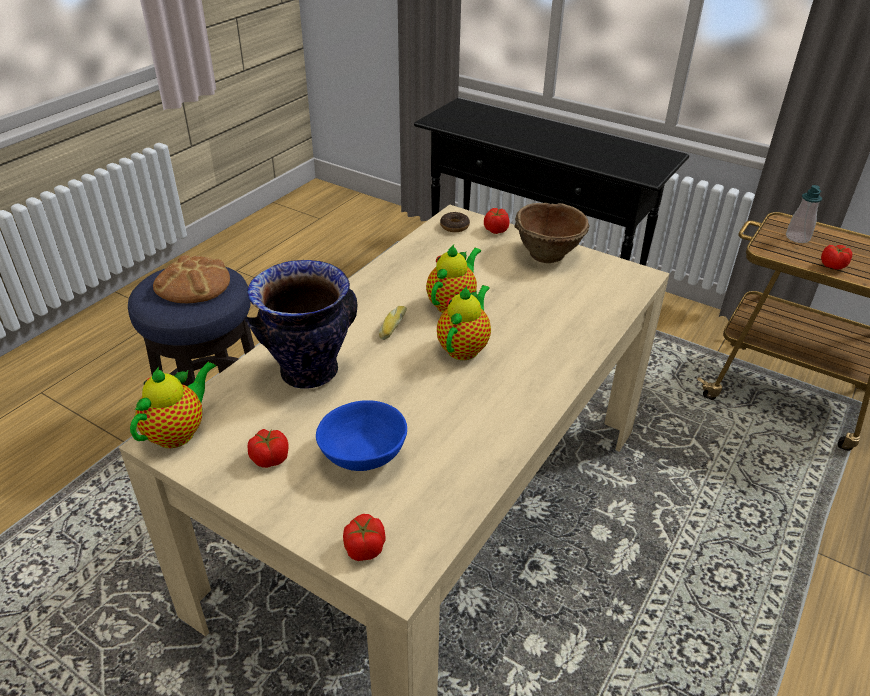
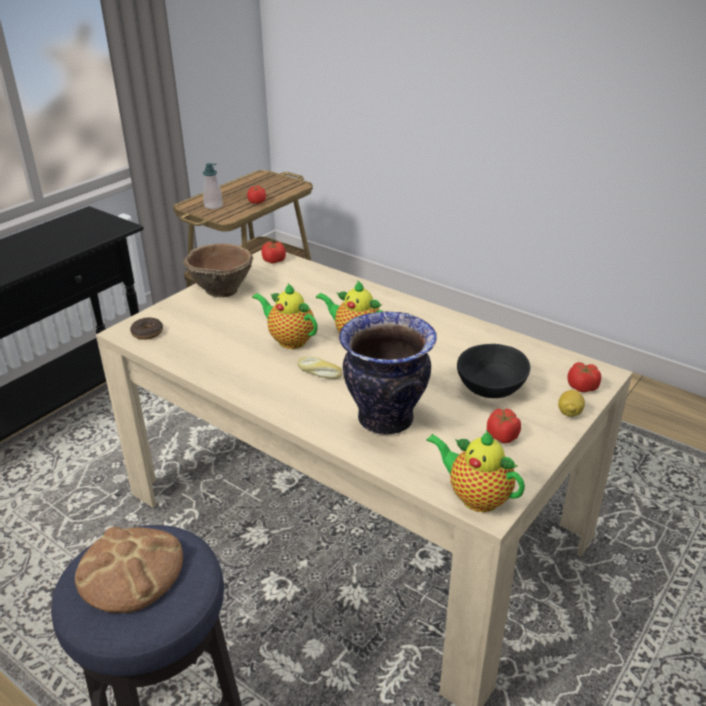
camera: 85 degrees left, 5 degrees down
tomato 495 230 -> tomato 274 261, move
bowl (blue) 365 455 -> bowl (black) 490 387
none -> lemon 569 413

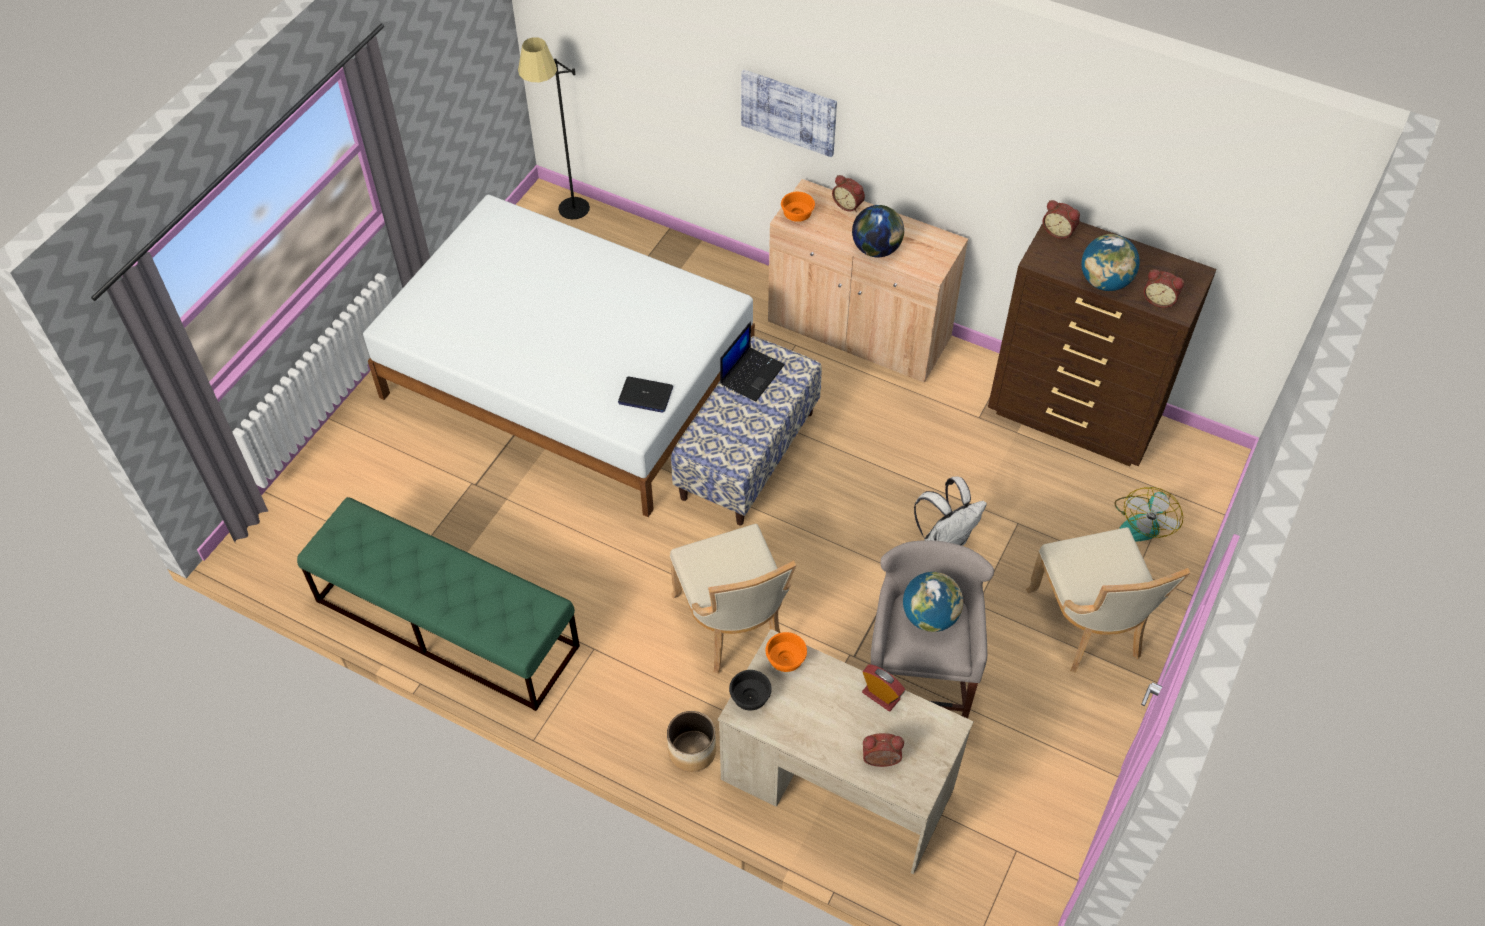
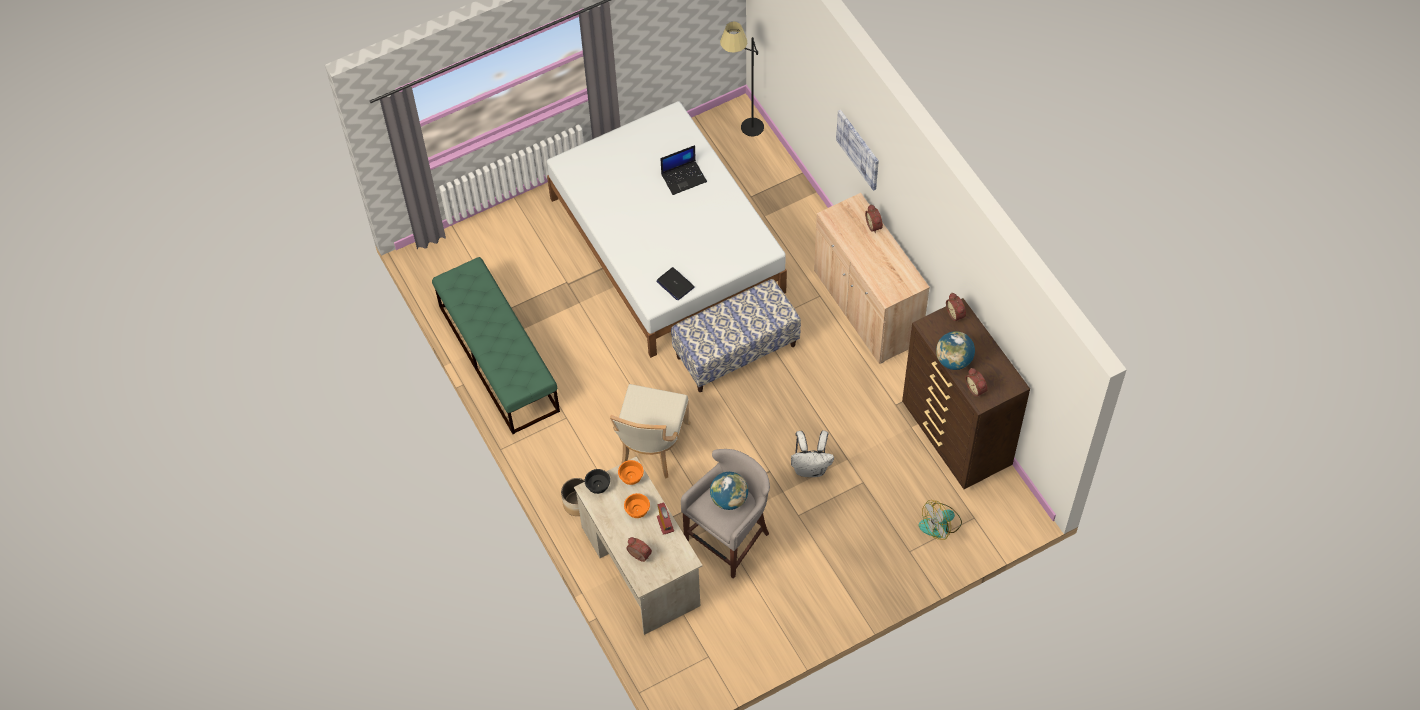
camera: 35 degrees right, 5 degrees up
bowl (orange) 796 214 -> bowl (orange) 637 509, move
laptop 752 374 -> laptop 684 177, move
globe 876 249 -> none
chair (beige) 1089 626 -> none

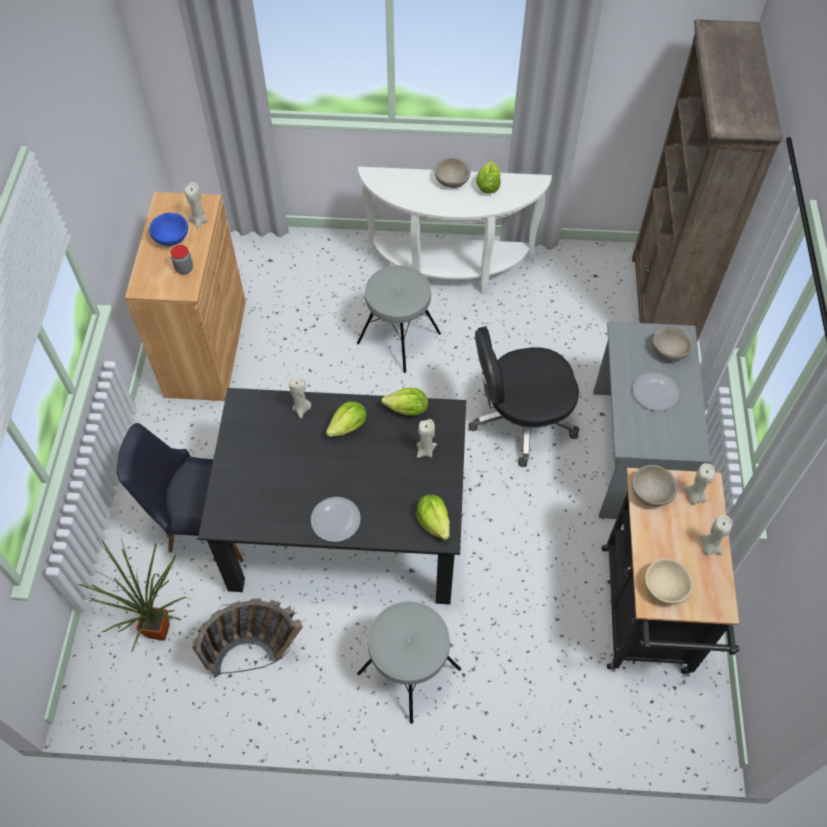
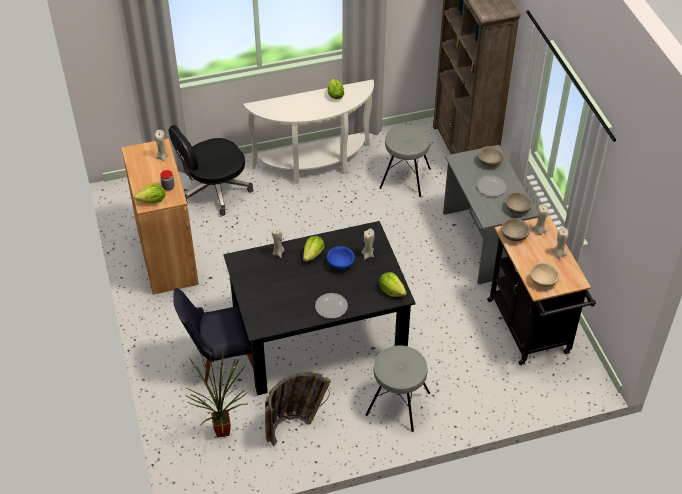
camera: 20 degrees left, 10 degrees down
lettuce 407 410 -> lettuce 152 201, move
office chair (black) 520 420 -> office chair (black) 214 191, move
bowl (blue) 172 238 -> bowl (blue) 340 264, move
stool (grey) 398 337 -> stool (grey) 405 178, move
bowl (beige) 451 181 -> bowl (beige) 517 209, move

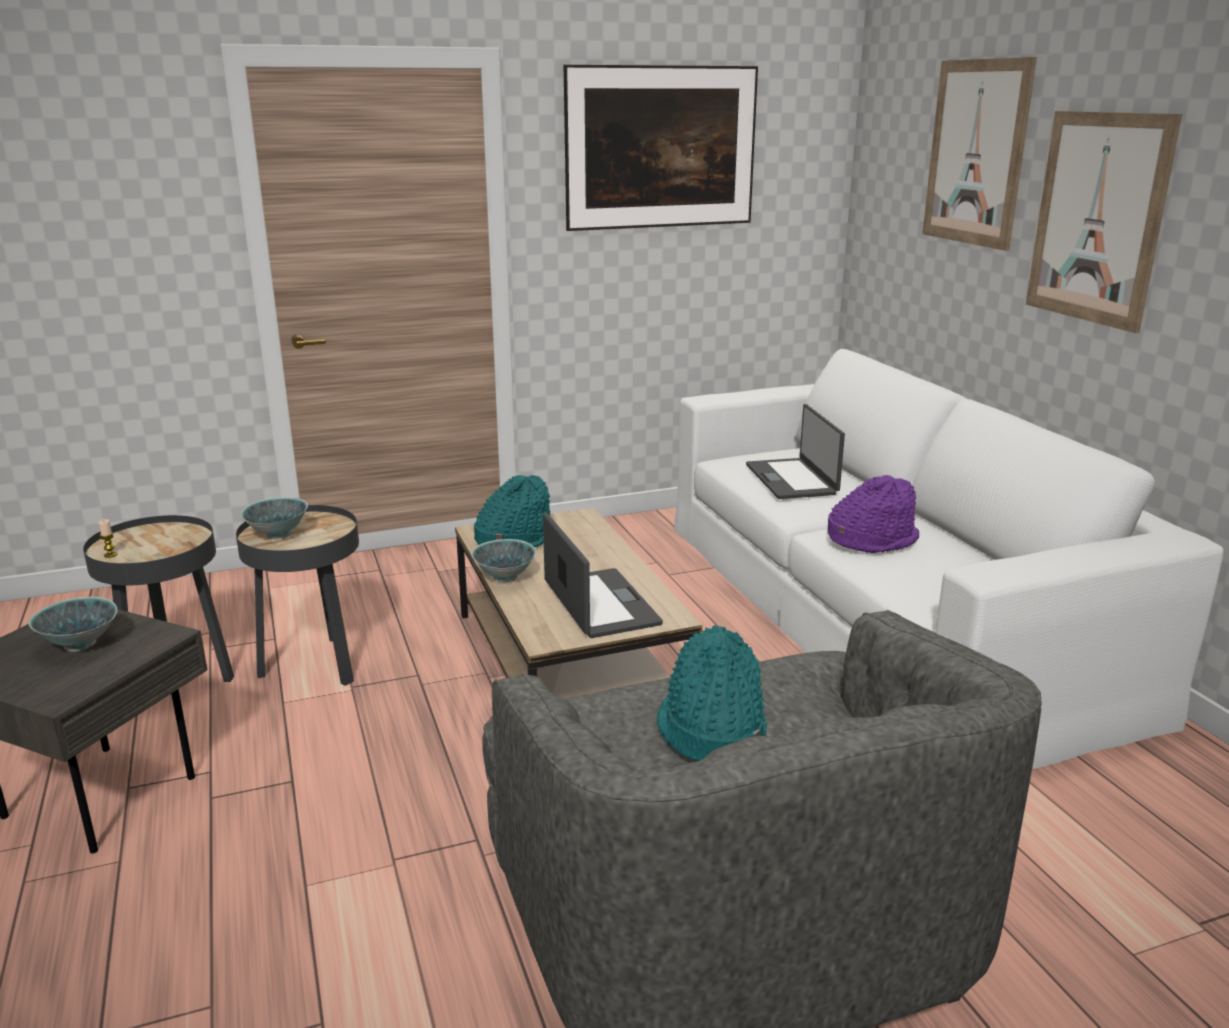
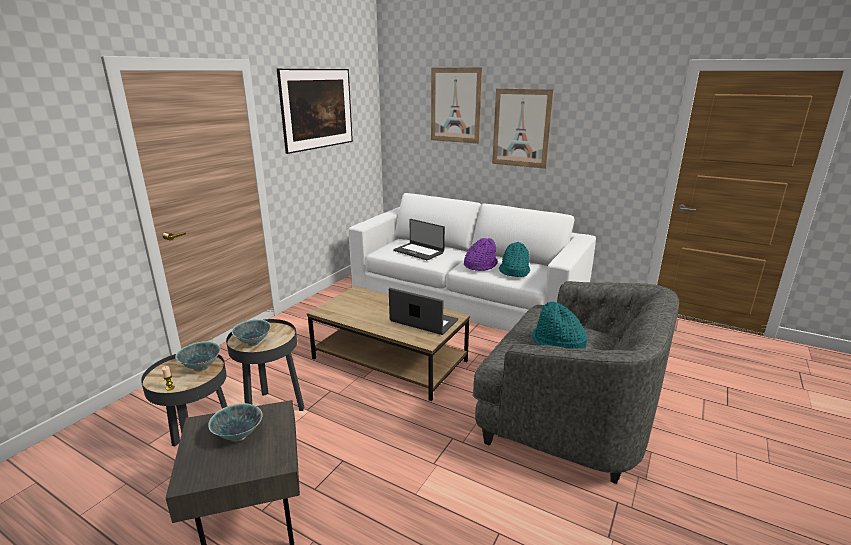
camera: 40 degrees left, 0 degrees up
bowl 504 577 -> bowl 201 367, move
hat (turquoise) 515 539 -> hat (turquoise) 514 271, move

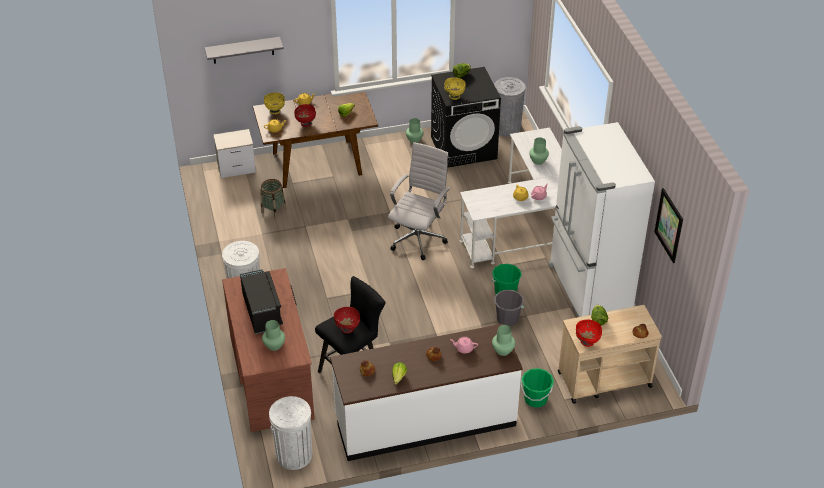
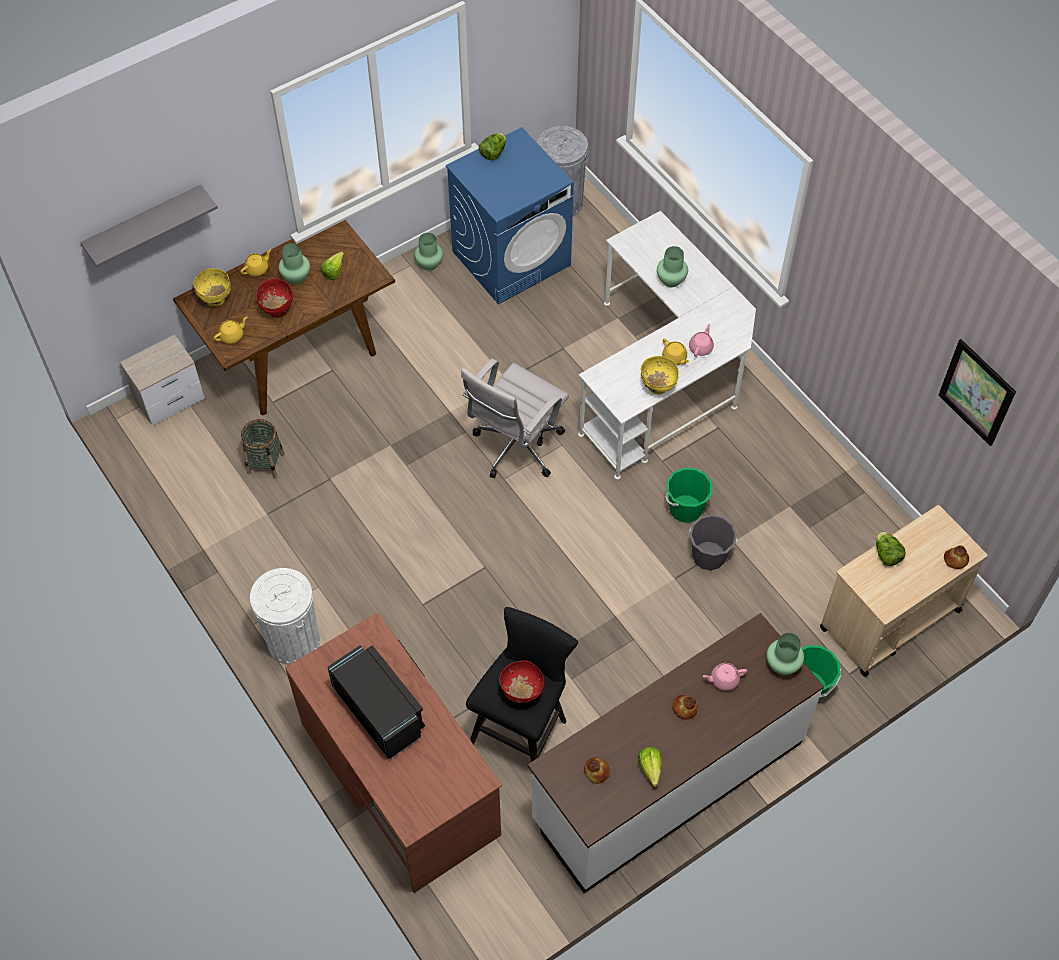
camera: 20 degrees left, 15 degrees up
vase (green) 274 345 -> vase (green) 295 277, move
washing machine (black) 464 148 -> washing machine (blue) 512 258
office chair (white) 419 238 -> office chair (white) 515 448, 150 degrees counterclockwise
bowl (yellow) 454 96 -> bowl (yellow) 657 387, move
trash can (white) 294 455 -> none
fridge (white) 587 289 -> none
bowl (red) 587 342 -> none

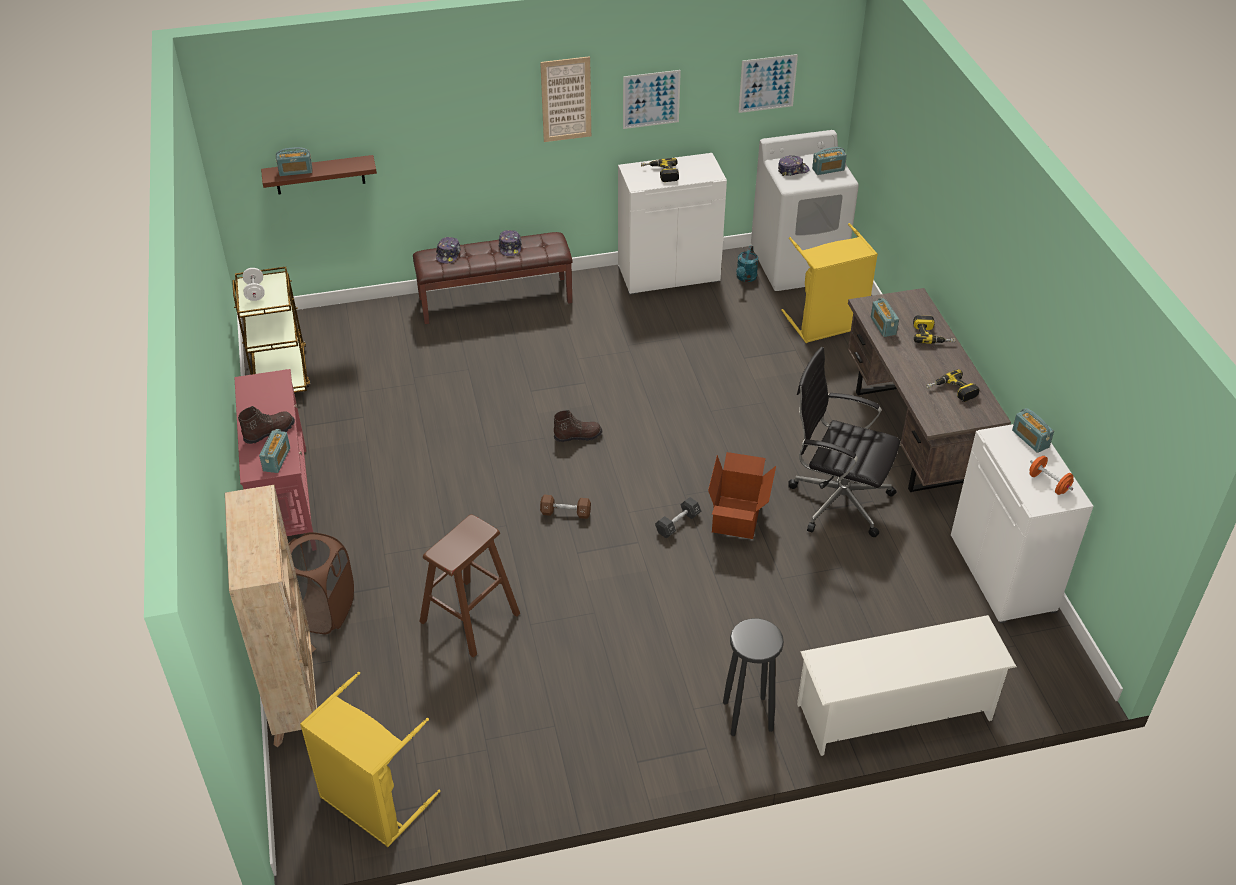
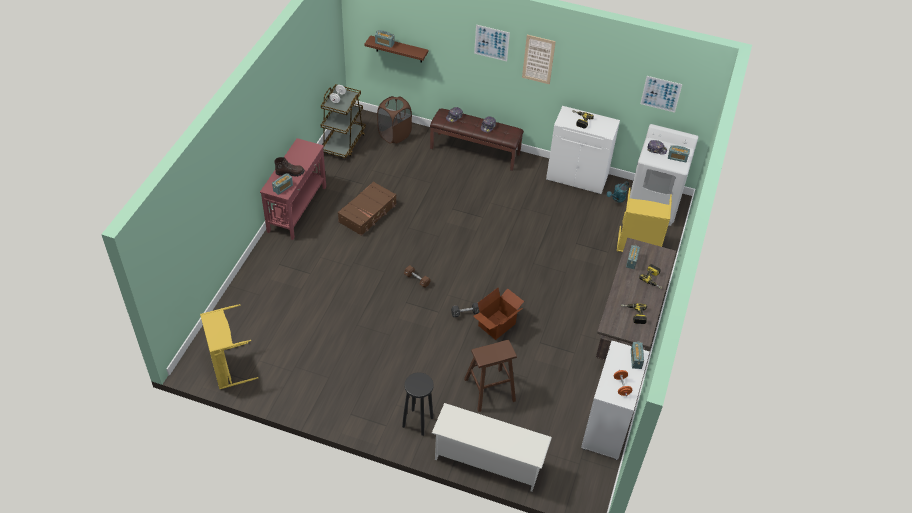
camera: 30 degrees right, 5 degrees up
none -> suitcase (brown) 368 213
laundry basket (brown) 323 612 -> laundry basket (brown) 394 135, move
stool (brown) 469 618 -> stool (brown) 489 390, move
picture 651 99 -> picture 491 43, move
bookcase (beige) 295 694 -> none
boot (brown) 577 436 -> none
office chair (black) 837 500 -> none

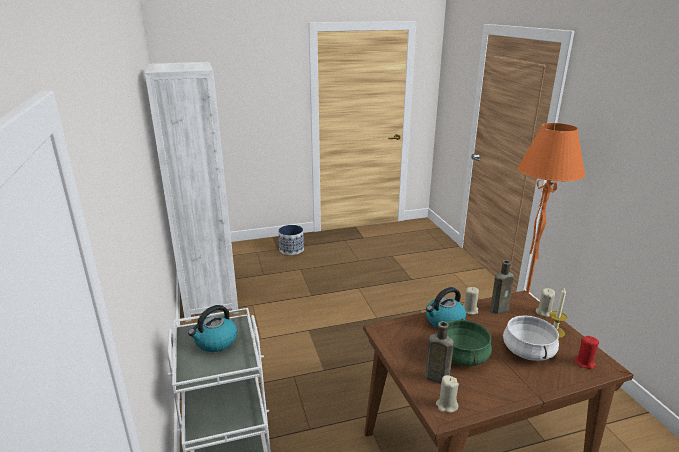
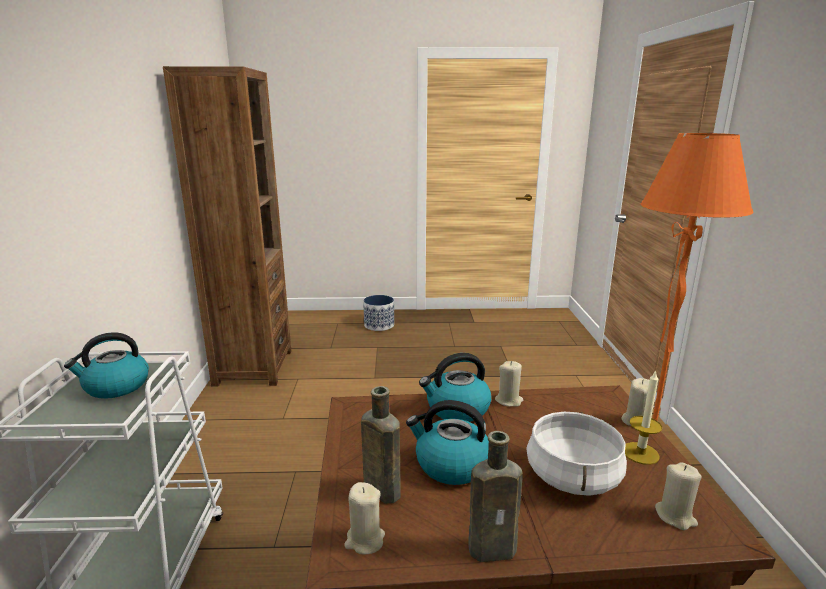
camera: 15 degrees right, 5 degrees down
bookcase (white) 210 301 -> bookcase (brown) 253 367
cooking pot (green) 463 356 -> kettle 451 465
bottle (brown) 500 309 -> bottle (brown) 495 549, move
candle (red) 584 363 -> candle (beige) 675 516

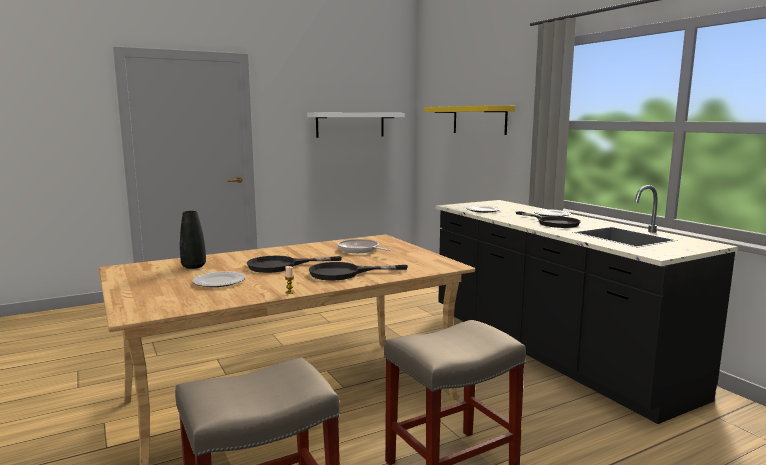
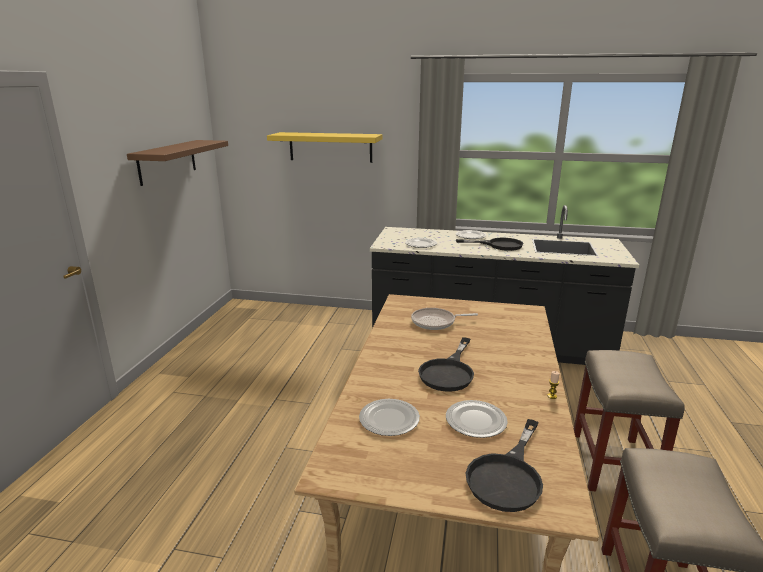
camera: 50 degrees left, 10 degrees up
shelf (white) 350 125 -> shelf (brown) 167 161
vase (black) 193 266 -> plate 390 419
frying pan (black) 344 273 -> frying pan (black) 508 476, move

